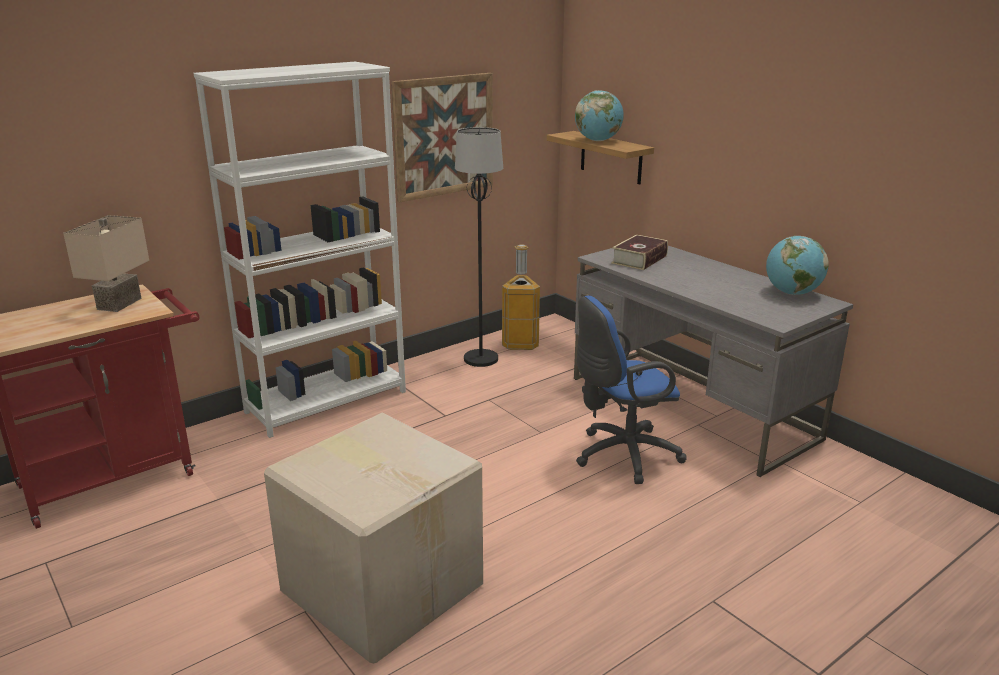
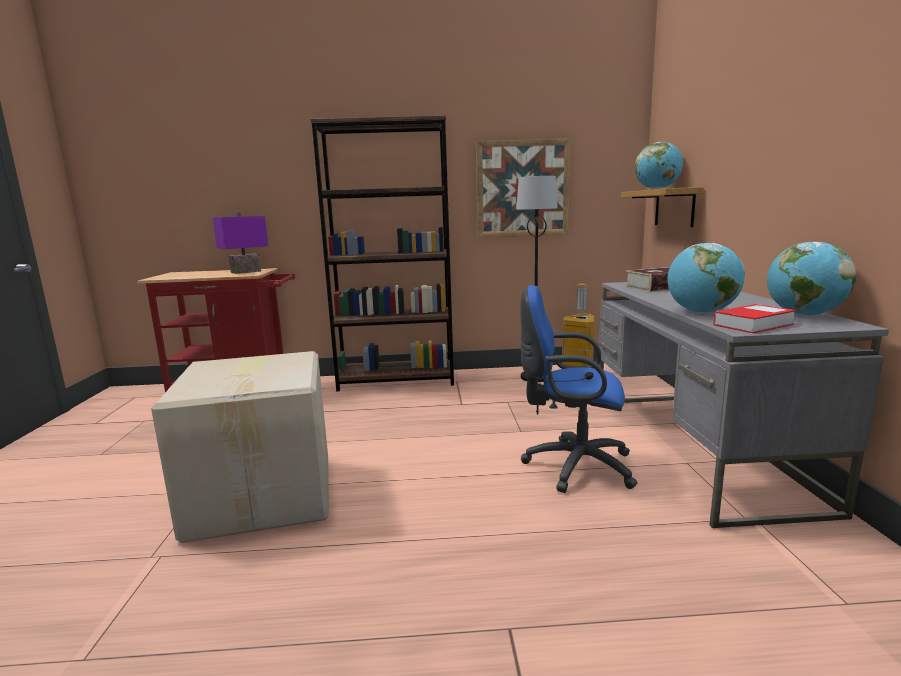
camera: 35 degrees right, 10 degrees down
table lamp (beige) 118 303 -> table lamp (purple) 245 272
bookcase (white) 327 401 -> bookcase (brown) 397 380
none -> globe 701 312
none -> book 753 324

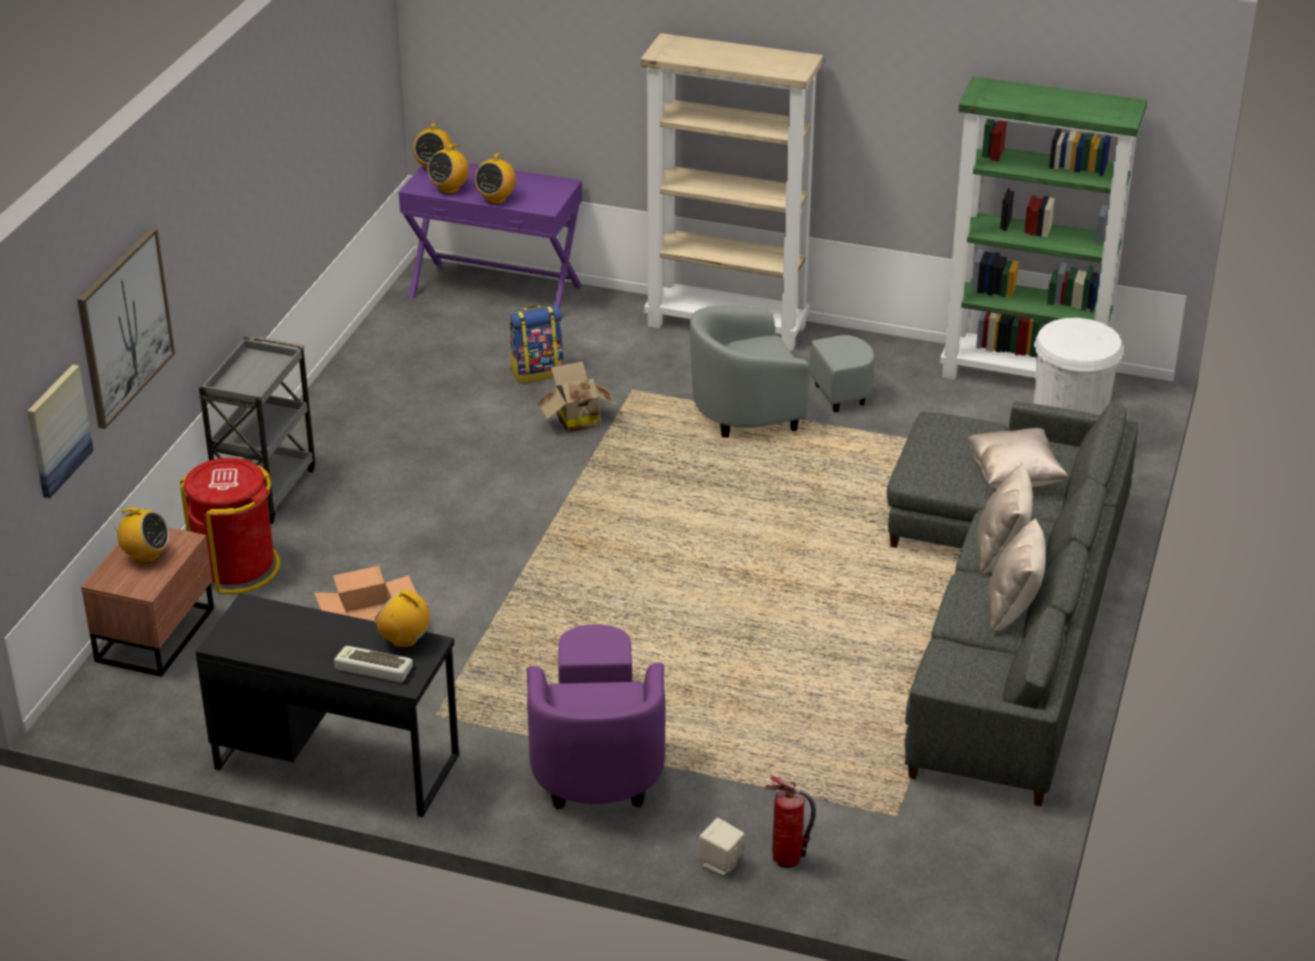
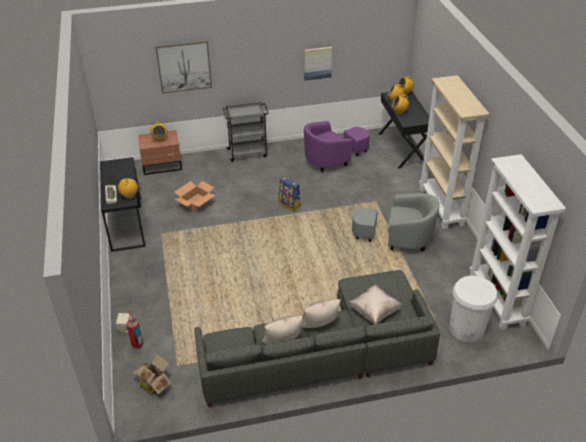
camera: 60 degrees right, 5 degrees up
cardboard box 575 420 -> cardboard box 154 384, move
backpack 537 372 -> backpack 290 204, move
picture 58 430 -> picture 317 63, move
armchair (purple) 596 757 -> armchair (purple) 332 158, move
armchair (grey) 768 409 -> armchair (grey) 398 238, 150 degrees clockwise
console table (purple) 495 291 -> console table (black) 402 148
bookcase (green) 1025 376 -> bookcase (white) 497 300
trash can (red) 237 567 -> none

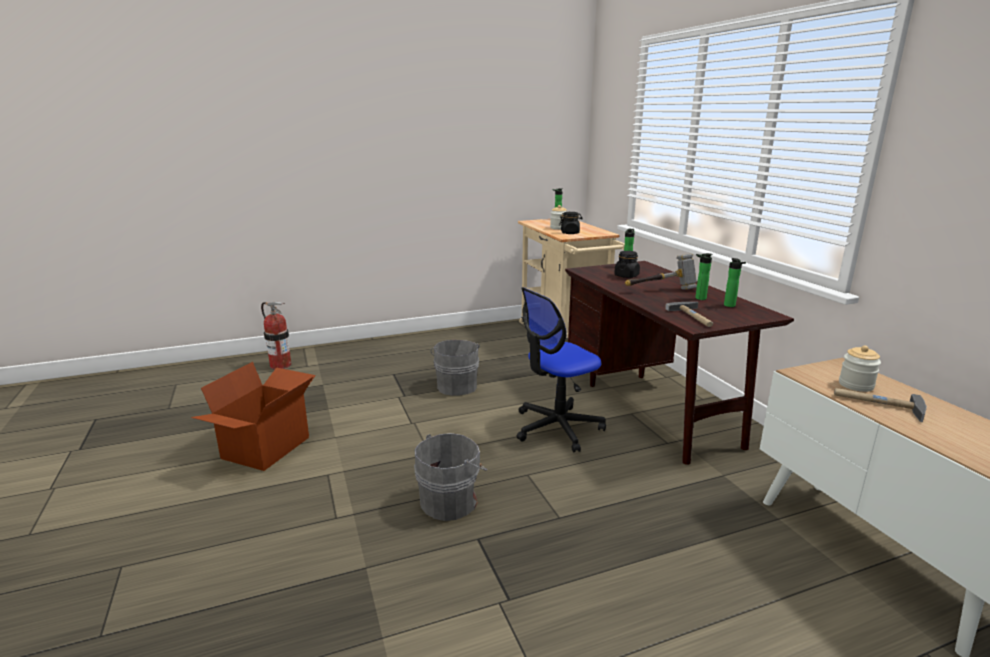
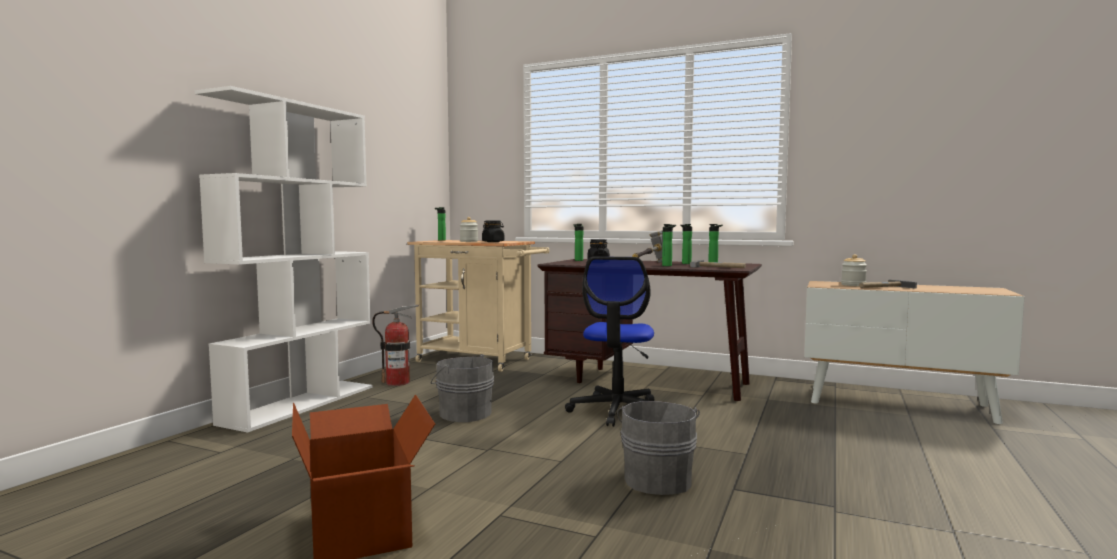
camera: 45 degrees left, 15 degrees down
none -> bookcase (white) 300 404
fire extinguisher 280 365 -> fire extinguisher 398 382, move
none -> bottle 668 265

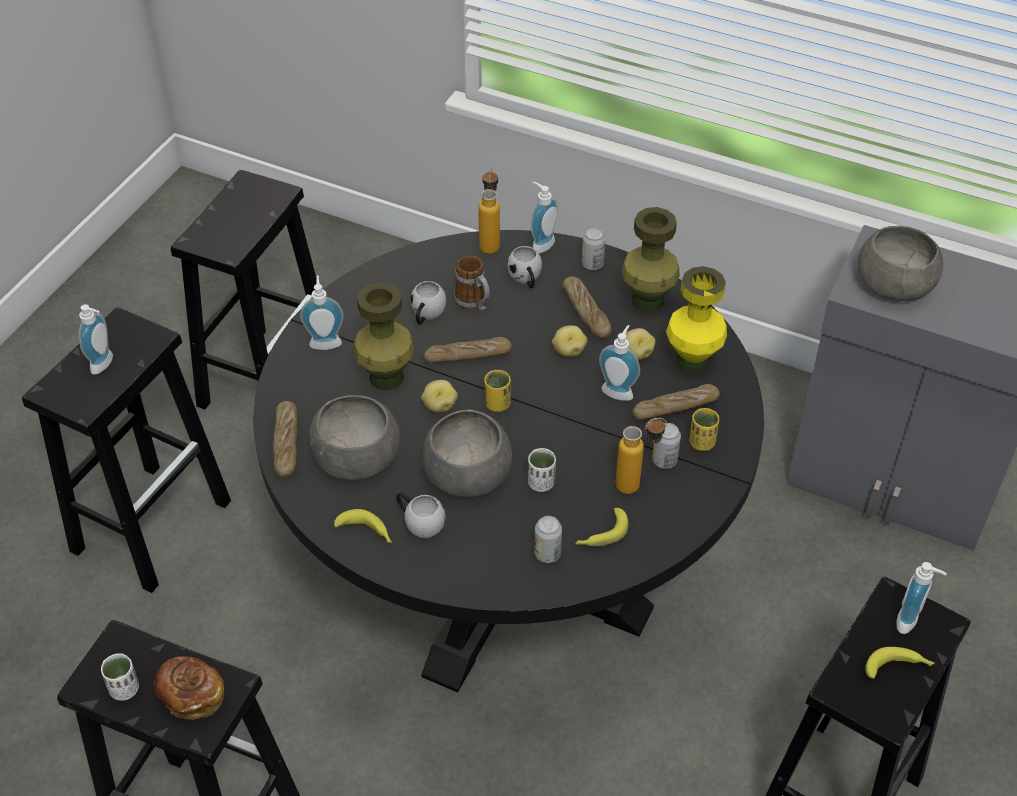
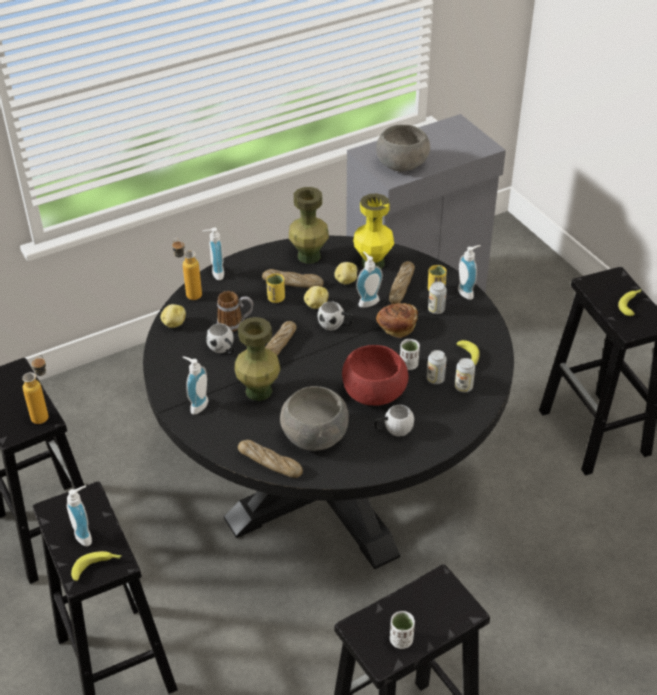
camera: 55 degrees left, 5 degrees down
bottle 637 484 -> bottle 44 413, move
banana 366 532 -> banana 97 567, move
potato 439 405 -> potato 174 323, move
cup (yellow) 497 404 -> cup (yellow) 276 298, move
mug (white) 526 280 -> mug (white) 335 325, move
bowl (grey) 466 474 -> bowl (red) 373 392
bread 191 696 -> bread 396 327, move
can 592 264 -> can 435 379, move
soap dispenser 911 621 -> soap dispenser 467 292, move

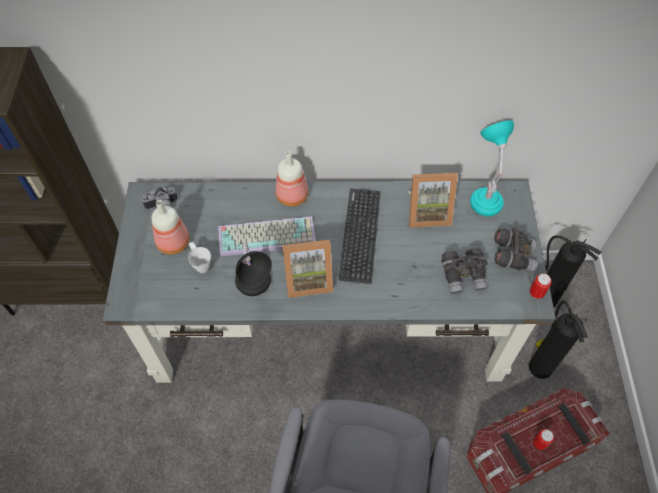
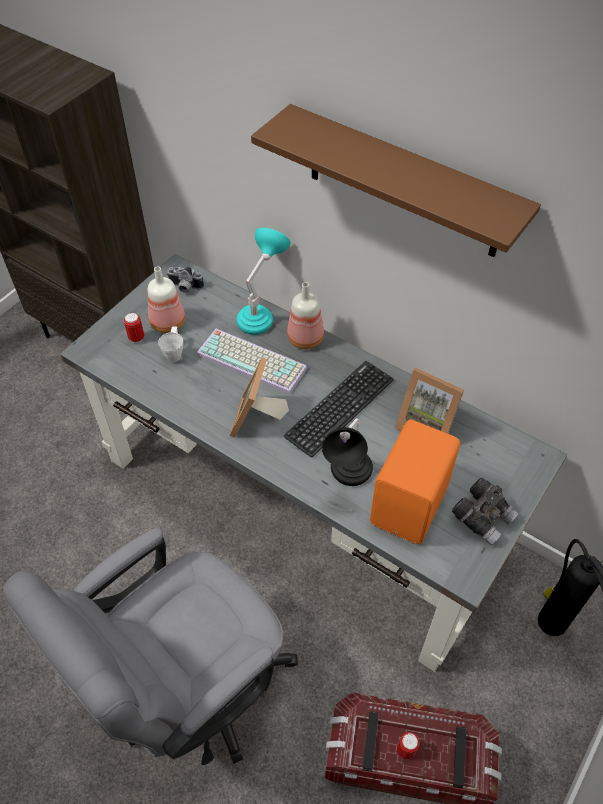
camera: 35 degrees right, 5 degrees down
can 536 293 -> can 136 338, move
picture frame 308 279 -> picture frame 256 419, 75 degrees clockwise
table lamp (turquoise) 484 195 -> table lamp (turquoise) 261 315, move
none -> shelf (brown) 403 183
table lamp (black) 255 290 -> table lamp (black) 348 479, move
binoculars (grey) 463 276 -> speaker (orange) 411 505
fire extinguisher 540 366 -> none

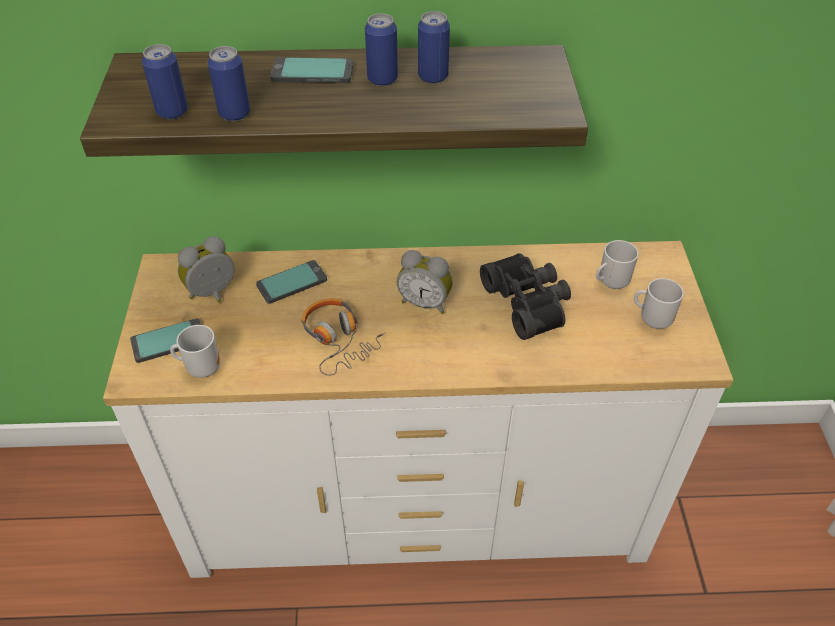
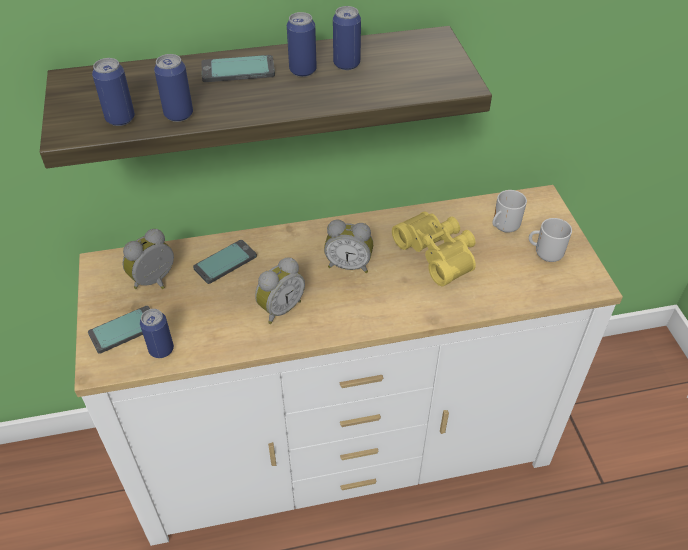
camera: 10 degrees left, 0 degrees up
mug 202 368 -> can 161 350
headphones 338 340 -> alarm clock 280 308
binoculars (black) 529 302 -> binoculars (yellow) 438 253

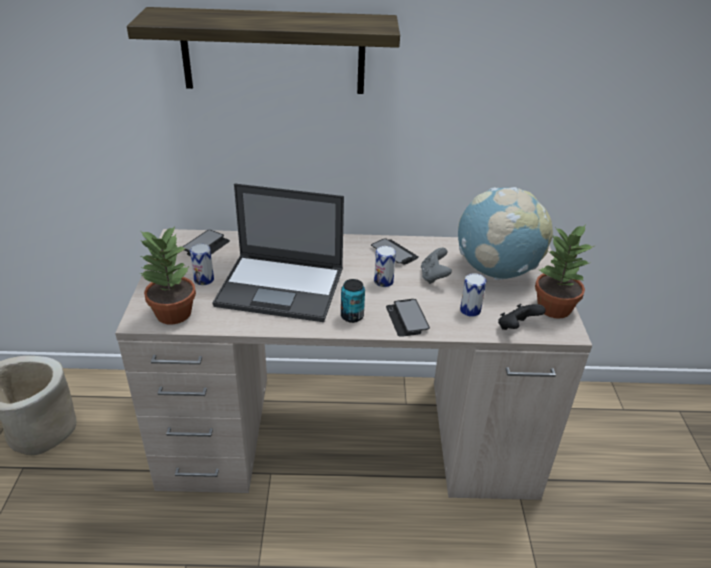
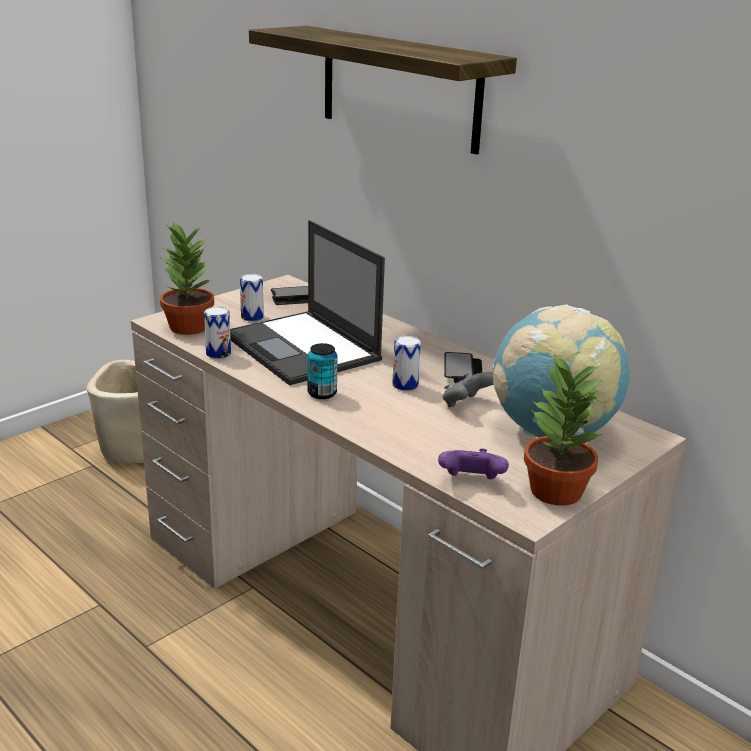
camera: 45 degrees right, 10 degrees down
can 470 310 -> can 218 353, move
game controller (black) 516 328 -> game controller (purple) 471 482
phone 407 319 -> none

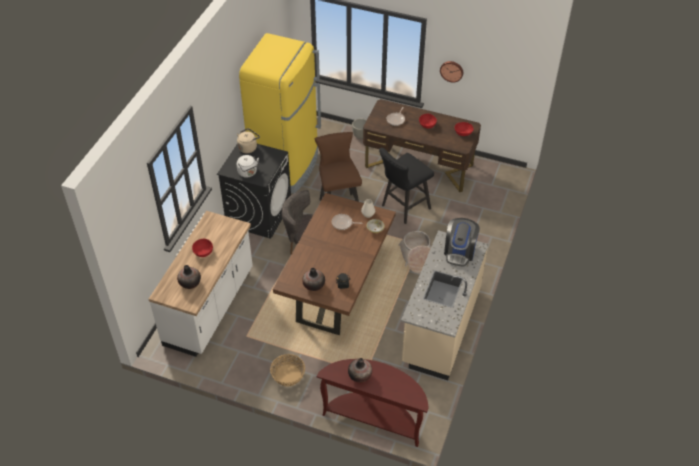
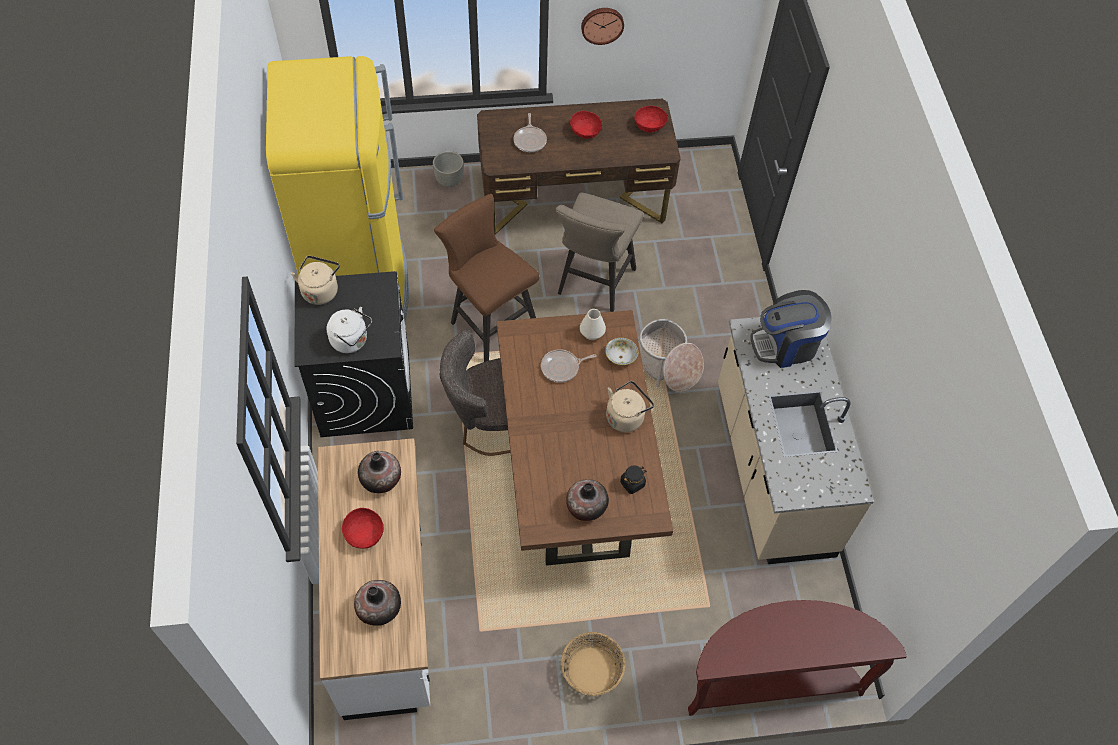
camera: 30 degrees left, 10 degrees up
vase 360 376 -> vase 381 479, move
stool (black) 403 208 -> stool (beige) 593 285
none -> kettle (beige) 626 416
coffee machine 459 251 -> coffee machine 786 345, 90 degrees clockwise

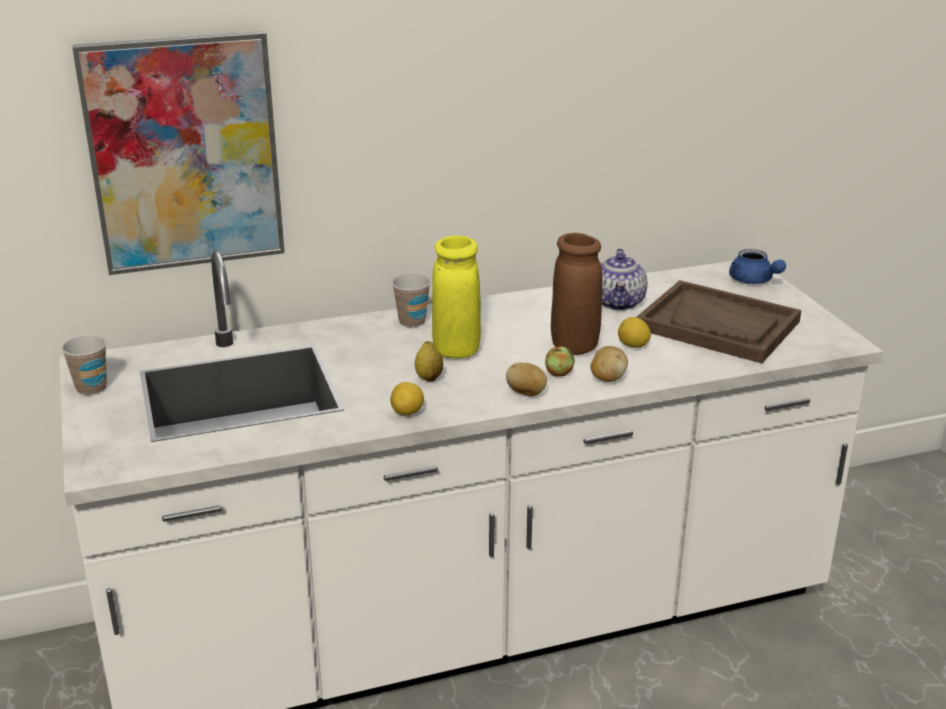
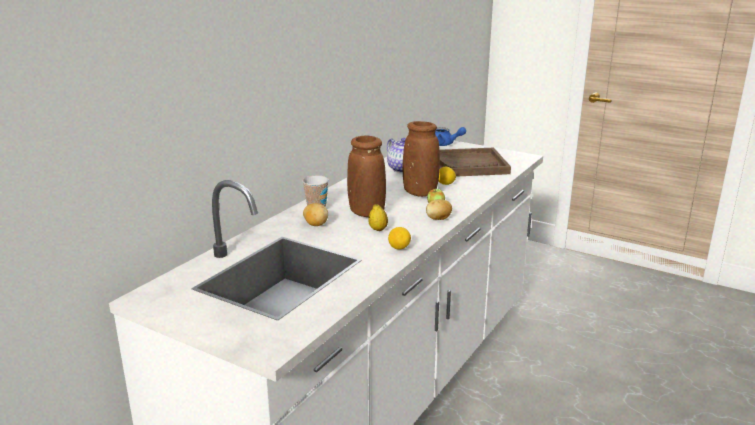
camera: 40 degrees left, 5 degrees down
potato 607 378 -> potato 315 225, move
vase (yellow) 456 350 -> vase (brown) 366 213
cup 91 388 -> none
picture 184 154 -> none

